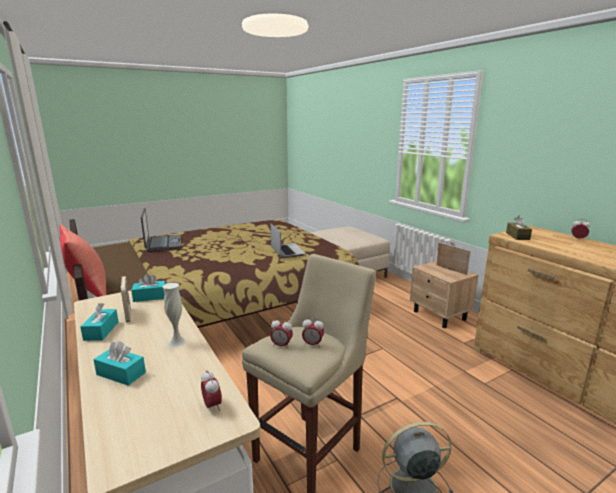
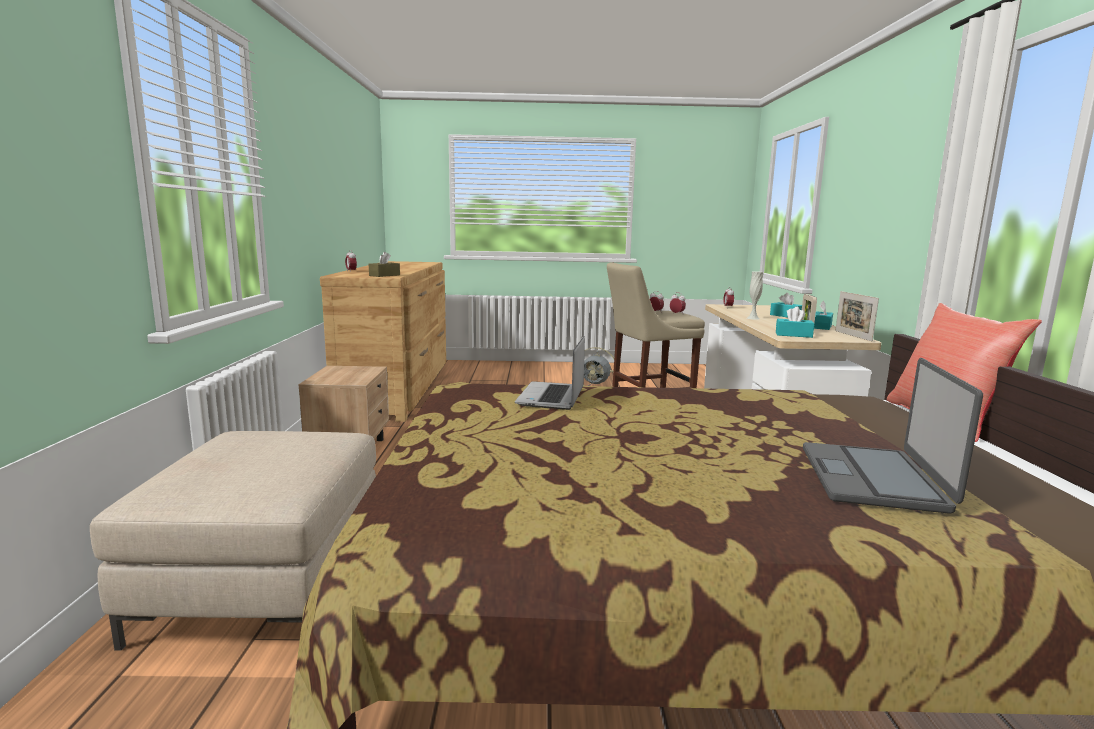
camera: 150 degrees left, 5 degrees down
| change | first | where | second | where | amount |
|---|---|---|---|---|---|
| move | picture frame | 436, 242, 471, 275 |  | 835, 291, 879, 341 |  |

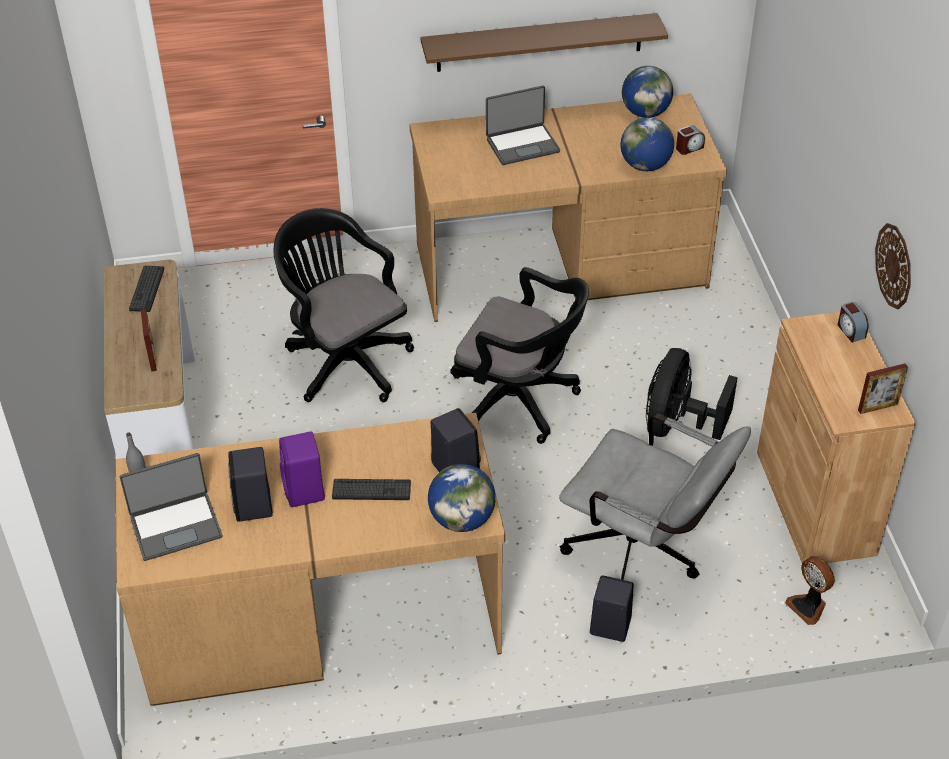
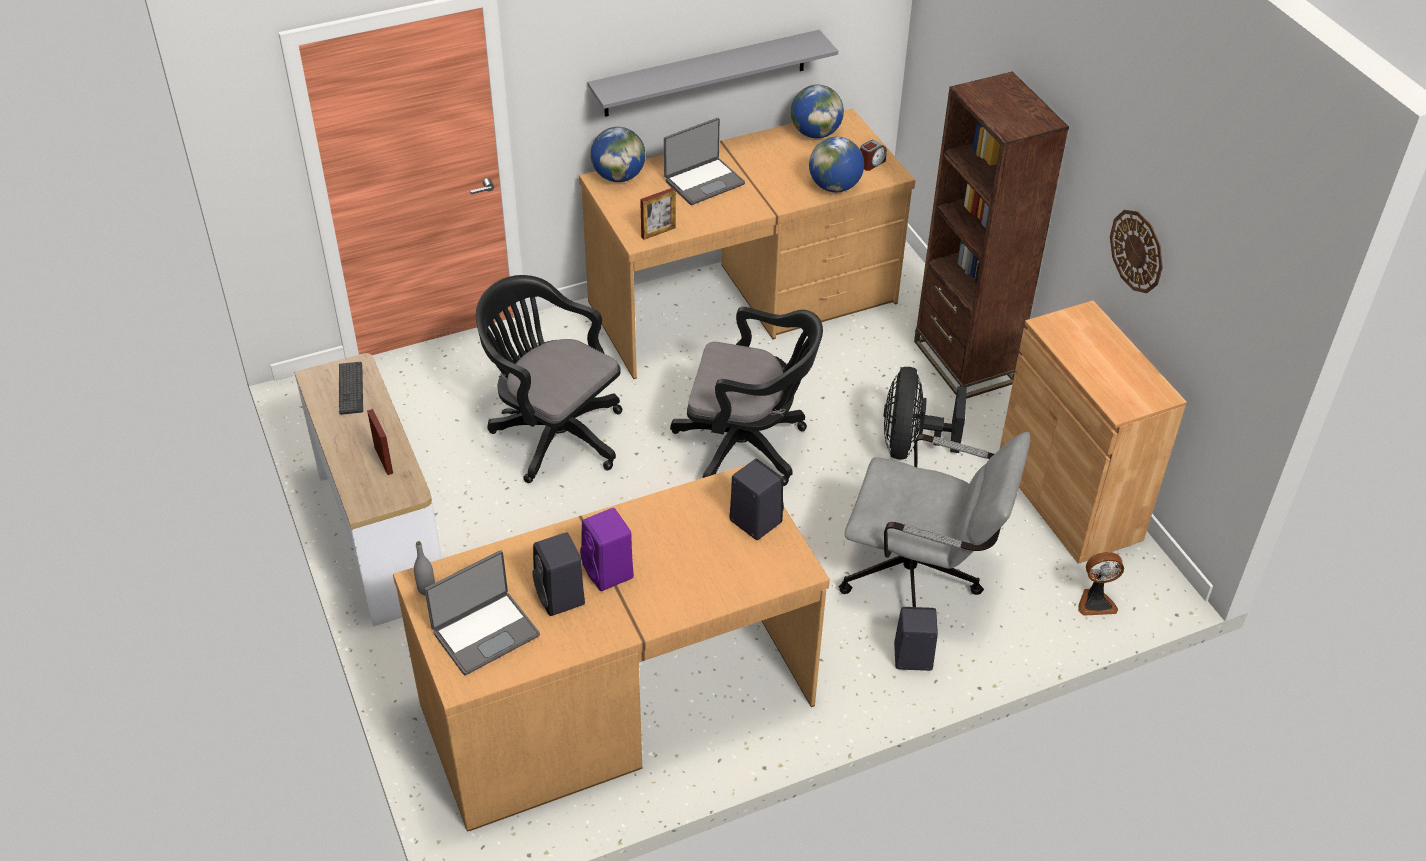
camera: 15 degrees left, 0 degrees up
| change | first | where | second | where | amount |
|---|---|---|---|---|---|
| recolor | shelf (brown) | 420, 13, 668, 72 | shelf (grey) | 588, 30, 838, 117 |  |
| delete | alarm clock | 838, 302, 868, 342 |  |  |  |
| move | picture frame | 858, 364, 908, 414 |  | 640, 188, 676, 240 |  |
| move | globe | 428, 464, 496, 532 |  | 591, 127, 645, 182 |  |
| delete | keyboard | 332, 479, 411, 500 |  |  |  |
| rotate | fan | 785, 556, 835, 625 |  | 1078, 552, 1124, 616 | 45 degrees counterclockwise |
| insert |  |  | bookcase (brown) | 914, 71, 1069, 399 |  |

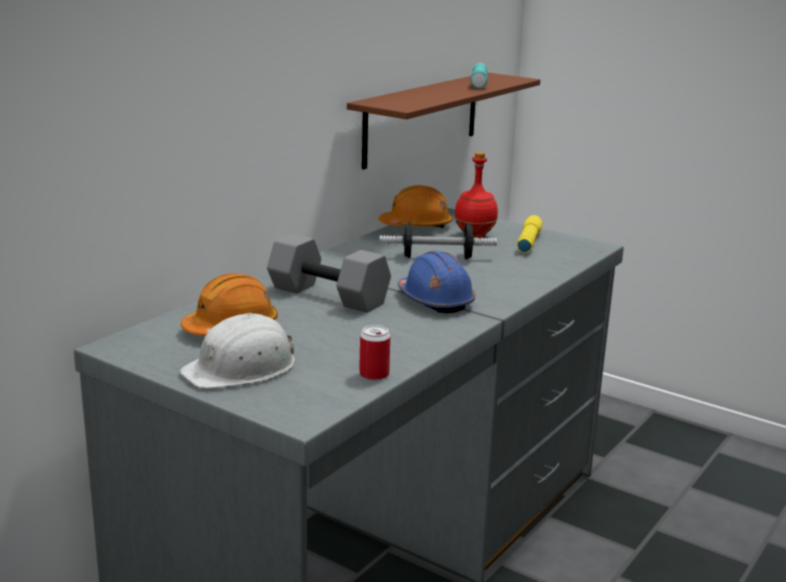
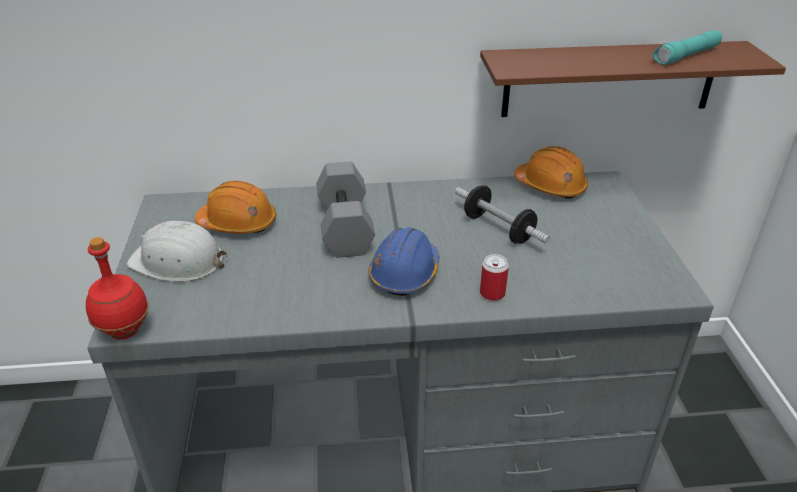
camera: 50 degrees right, 15 degrees up
| change | first | where | second | where | amount |
|---|---|---|---|---|---|
| move | bottle (red) | 454, 152, 498, 239 |  | 86, 237, 149, 339 |  |
| delete | flashlight (yellow) | 517, 215, 543, 253 |  |  |  |
| move | can | 359, 325, 390, 380 |  | 480, 254, 509, 301 |  |

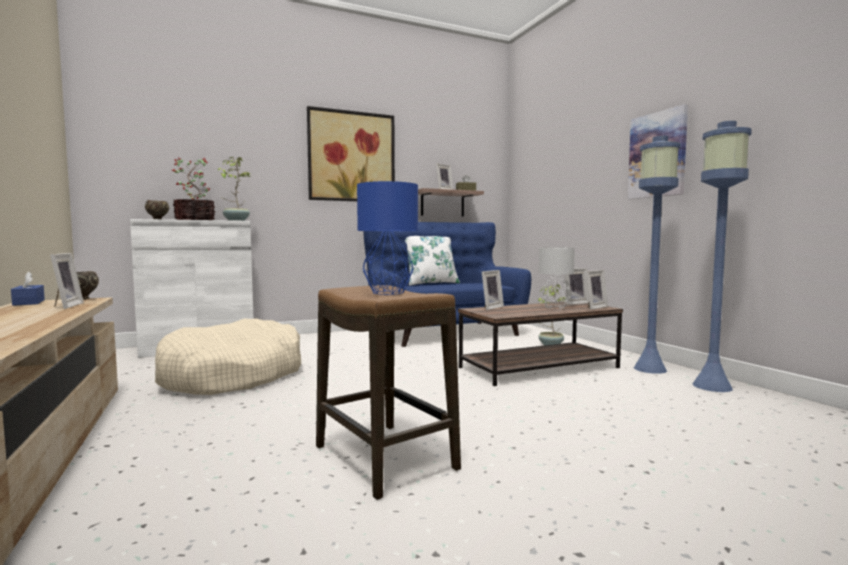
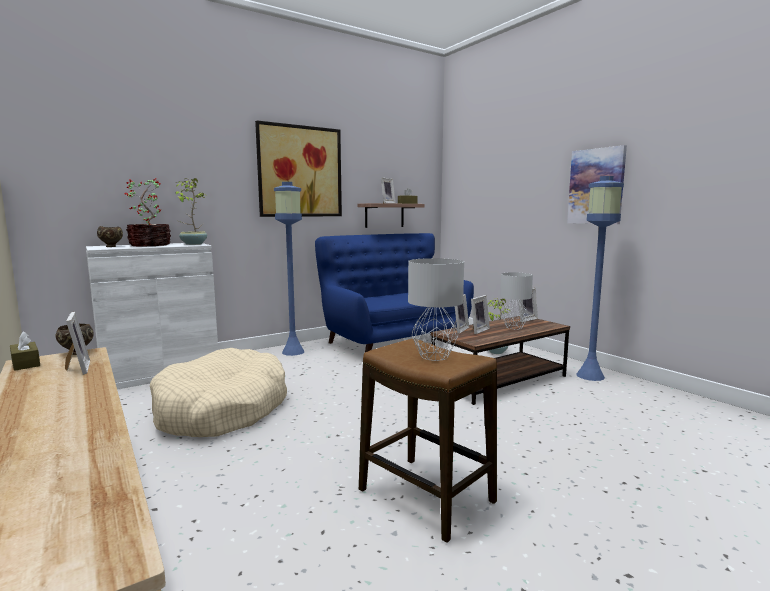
camera: 10 degrees left, 5 degrees up
| change | first | where | second | where | amount |
|---|---|---|---|---|---|
| move | floor lamp (blue) | 692, 121, 752, 392 |  | 274, 182, 305, 356 |  |
| recolor | table lamp (blue) | 357, 181, 418, 295 | table lamp (grey) | 408, 258, 464, 361 |  |
| delete | pillow (white) | 405, 236, 460, 286 |  |  |  |
| move | picture frame | 586, 270, 608, 310 |  | 471, 295, 490, 334 |  |
| recolor | tissue box (blue) | 11, 271, 45, 306 | tissue box (brown) | 10, 331, 40, 371 |  |

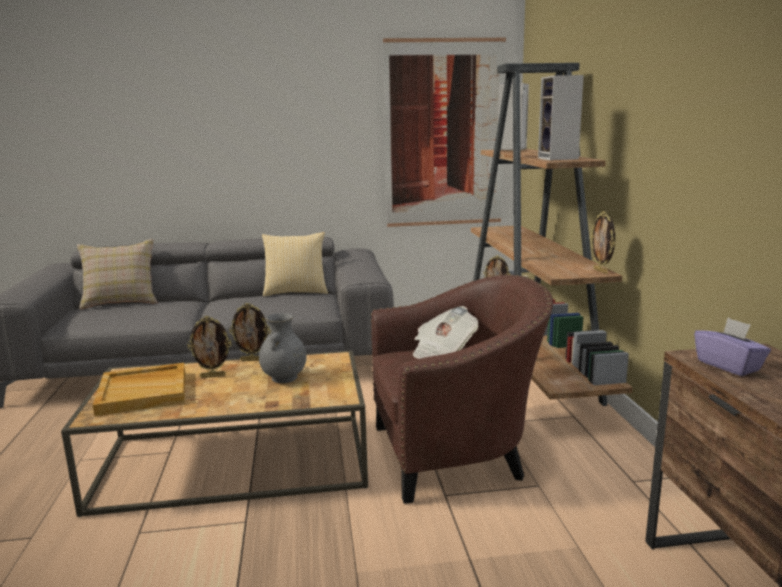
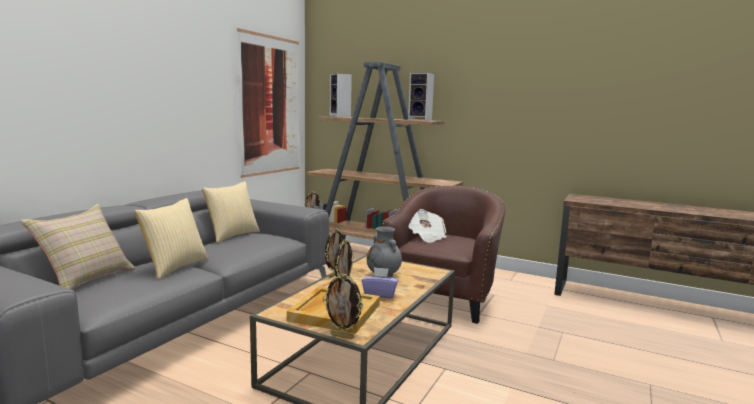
camera: 55 degrees left, 5 degrees down
| change | first | where | second | where | amount |
|---|---|---|---|---|---|
| move | picture frame | 590, 211, 615, 274 |  | 323, 273, 364, 339 |  |
| move | tissue box (purple) | 694, 318, 771, 376 |  | 362, 267, 398, 298 |  |
| insert |  |  | pillow | 134, 198, 208, 280 |  |

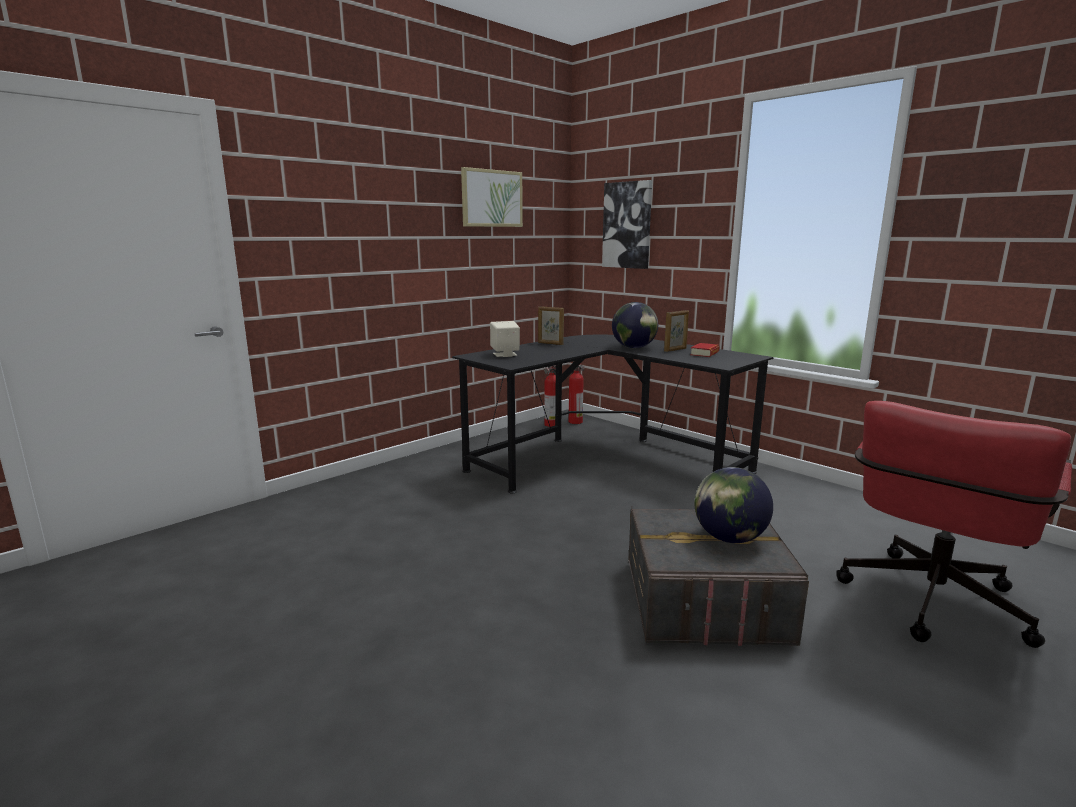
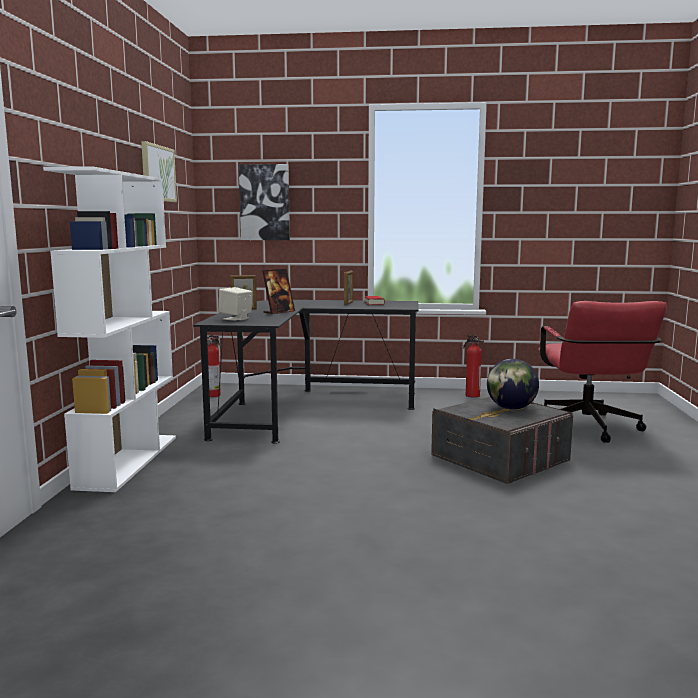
camera: 40 degrees left, 5 degrees down
| change | first | where | second | where | amount |
|---|---|---|---|---|---|
| delete | globe | 612, 302, 658, 348 |  |  |  |
| move | fire extinguisher | 569, 361, 584, 424 |  | 463, 335, 484, 397 |  |
| insert |  |  | bookcase (white) | 43, 166, 176, 492 |  |
| insert |  |  | picture frame | 262, 269, 295, 314 |  |

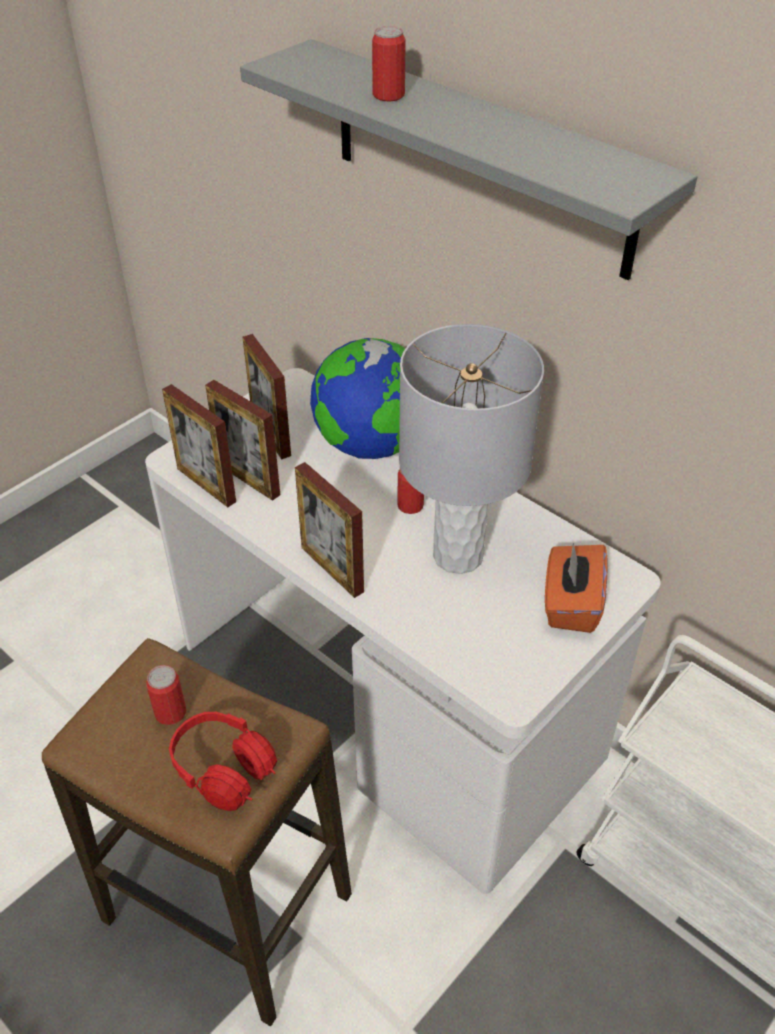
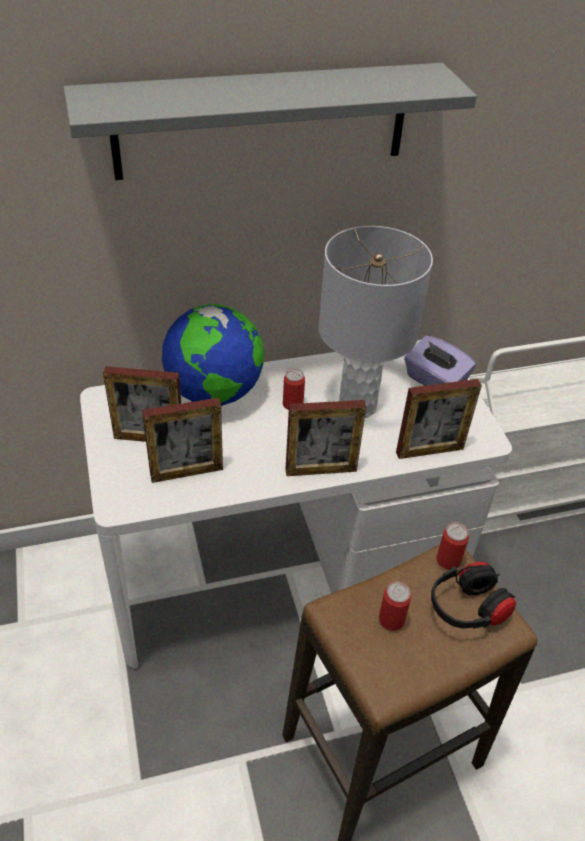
camera: 60 degrees left, 0 degrees up
| change | first | where | second | where | amount |
|---|---|---|---|---|---|
| move | can | 372, 26, 406, 101 |  | 436, 523, 469, 570 |  |
| move | picture frame | 162, 384, 236, 507 |  | 396, 379, 482, 459 |  |
| recolor | tissue box (orange) | 545, 543, 607, 633 | tissue box (purple) | 404, 335, 476, 386 |  |
| recolor | headphones (red) | 169, 712, 277, 811 | headphones (black) | 431, 562, 516, 629 |  |

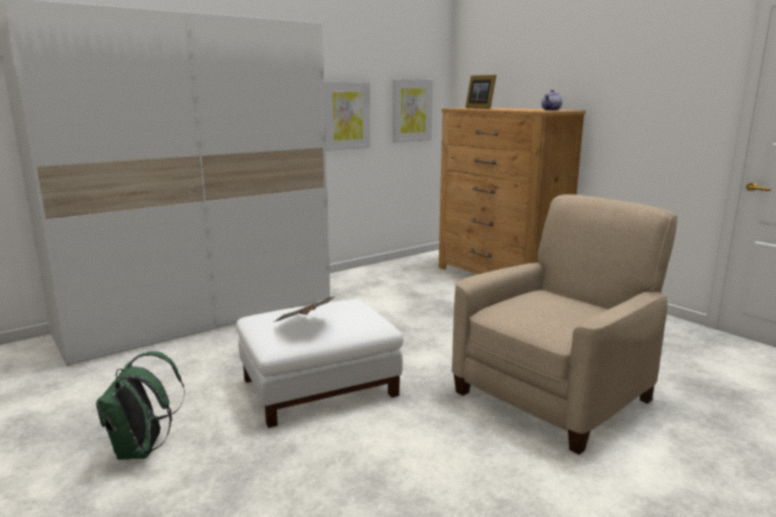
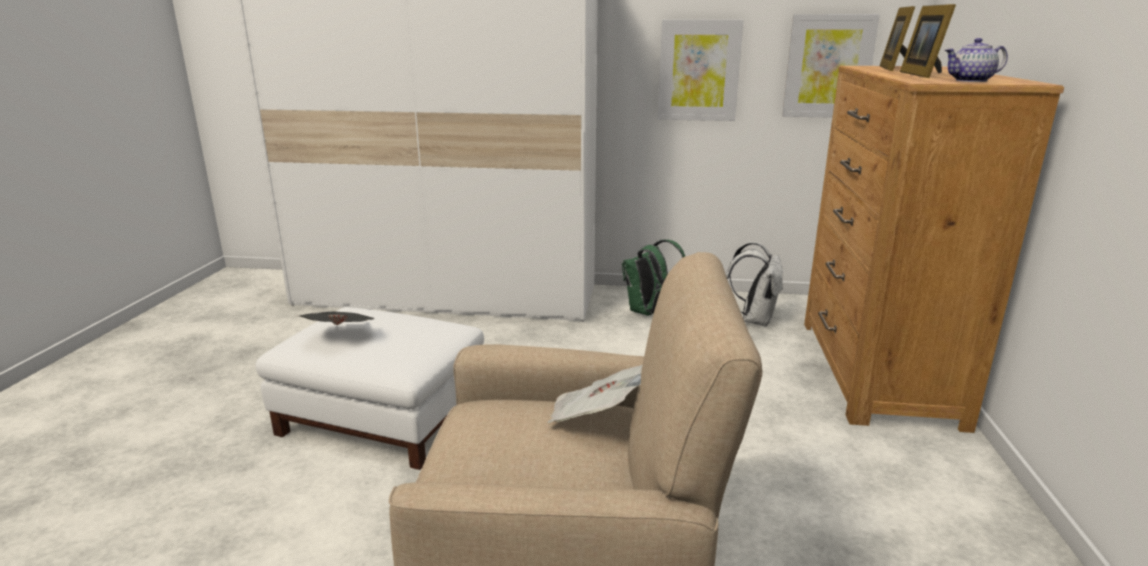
camera: 45 degrees right, 5 degrees up
| change | first | where | second | where | amount |
|---|---|---|---|---|---|
| move | backpack (green) | 96, 351, 185, 460 |  | 622, 240, 685, 316 |  |
| insert |  |  | picture frame | 900, 4, 956, 78 |  |
| insert |  |  | backpack (white) | 726, 242, 783, 327 |  |
| insert |  |  | newspaper | 547, 365, 642, 423 |  |

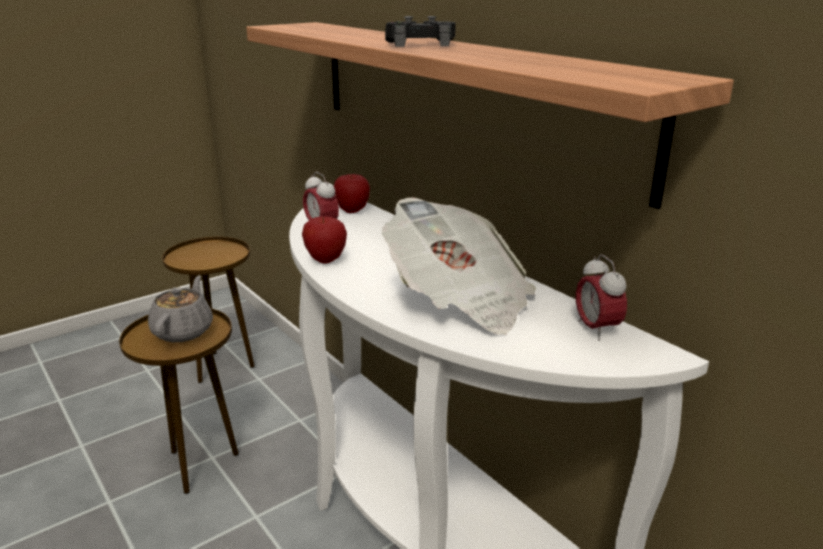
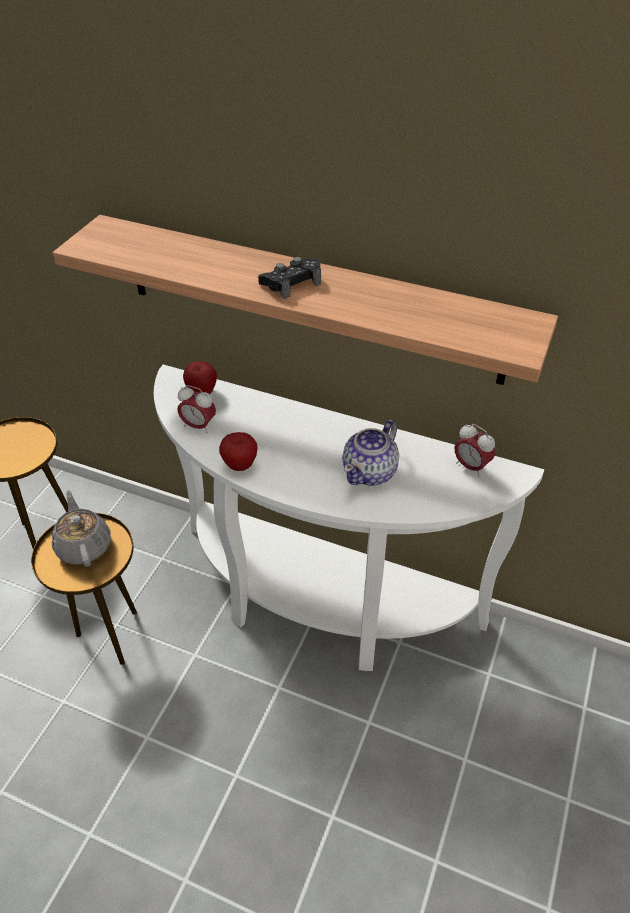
camera: 30 degrees left, 20 degrees up
| change | first | where | second | where | amount |
|---|---|---|---|---|---|
| replace | newspaper | 382, 197, 536, 335 | teapot | 342, 420, 399, 486 |  |

